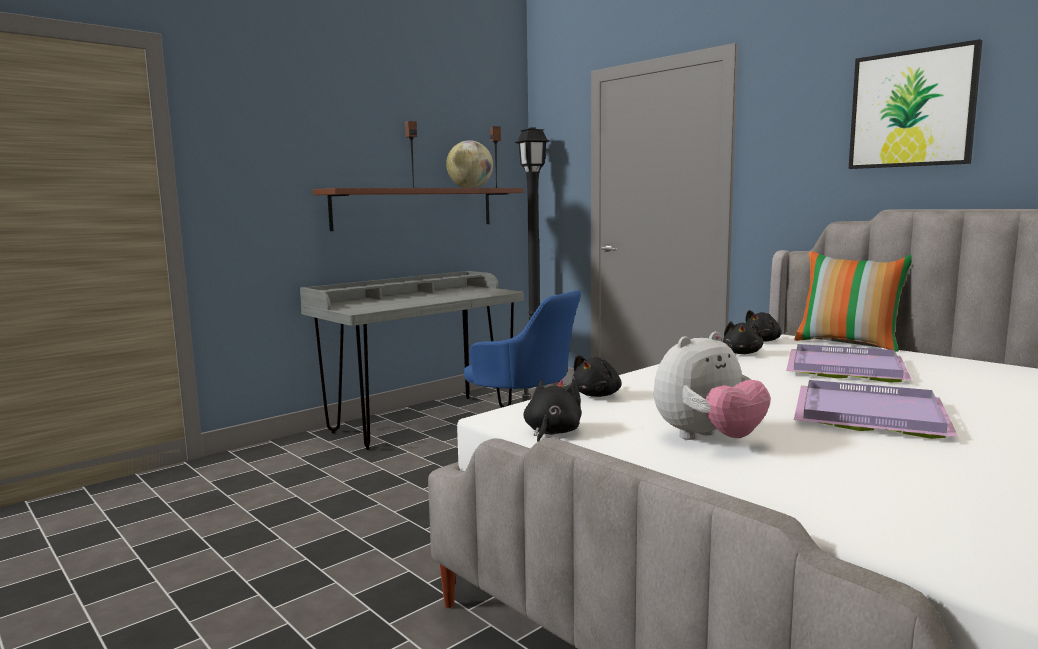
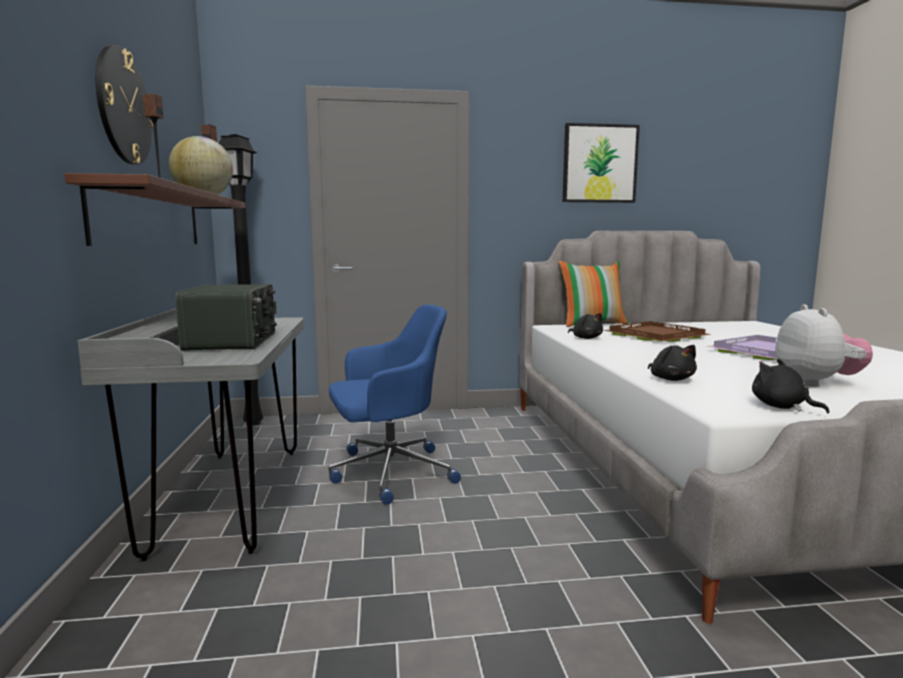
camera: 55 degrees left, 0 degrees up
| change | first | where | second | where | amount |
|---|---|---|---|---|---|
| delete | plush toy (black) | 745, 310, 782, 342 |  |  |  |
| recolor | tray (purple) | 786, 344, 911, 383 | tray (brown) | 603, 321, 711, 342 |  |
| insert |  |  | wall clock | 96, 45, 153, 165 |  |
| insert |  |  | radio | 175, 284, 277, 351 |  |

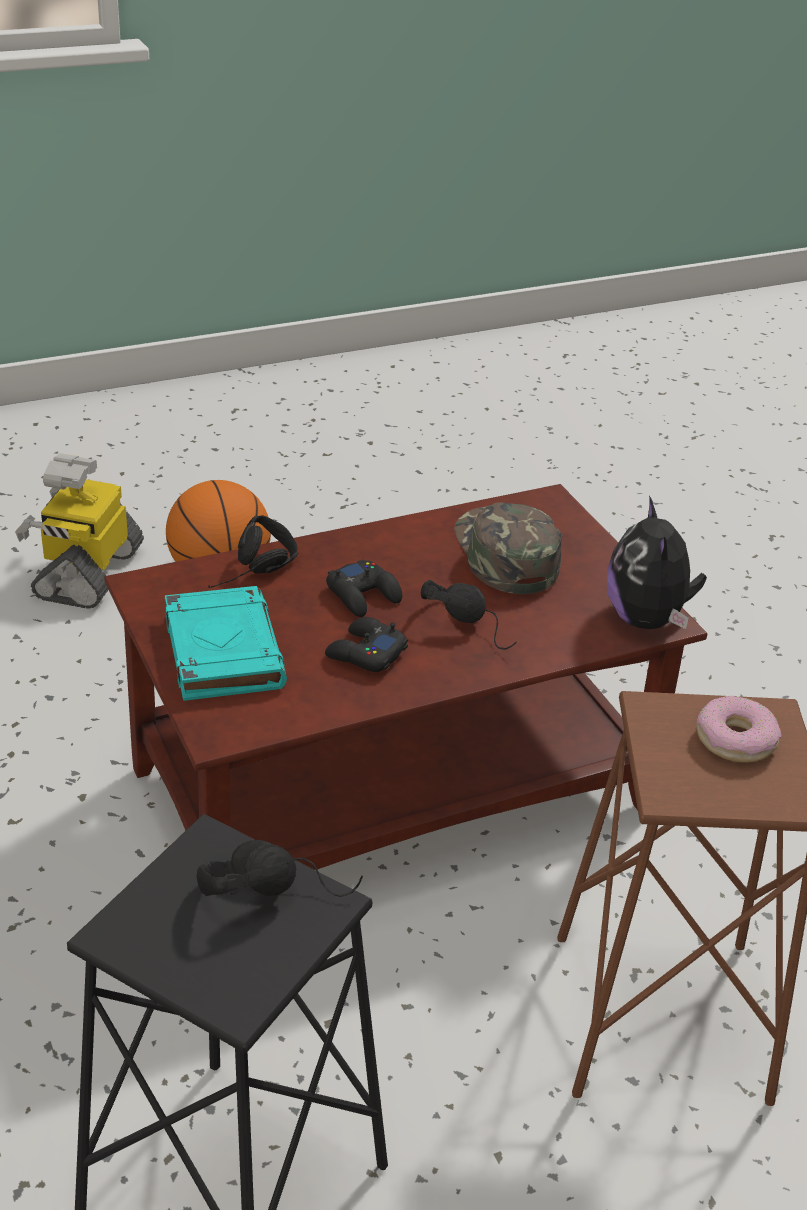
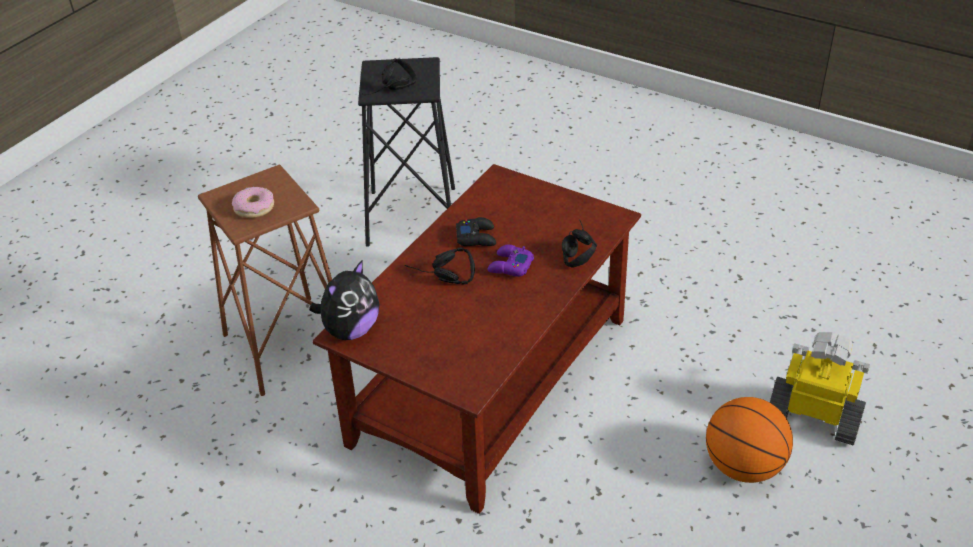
camera: 150 degrees right, 5 degrees up
| change | first | where | second | where | amount |
|---|---|---|---|---|---|
| rotate | toy robot | 15, 453, 144, 608 |  | 770, 332, 870, 445 | 45 degrees counterclockwise |
| rotate | plush toy | 607, 496, 707, 629 |  | 309, 259, 380, 340 | 75 degrees clockwise |
| delete | cap (green) | 454, 502, 563, 594 |  |  |  |
| recolor | game controller (black) | 326, 559, 402, 617 | game controller (purple) | 487, 245, 534, 277 |  |
| delete | book (turquoise) | 165, 586, 287, 701 |  |  |  |

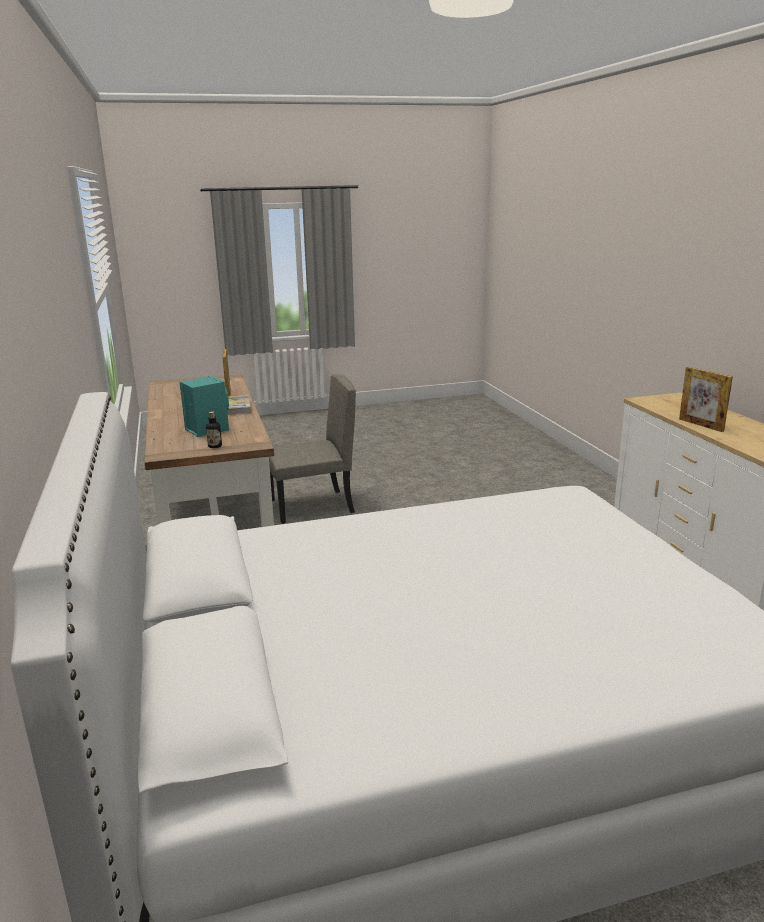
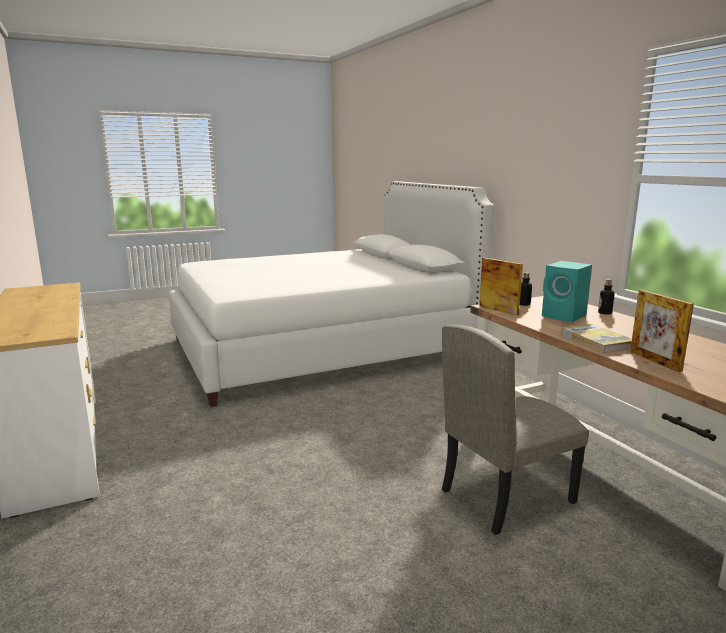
camera: 170 degrees right, 5 degrees down
| change | first | where | second | where | amount |
|---|---|---|---|---|---|
| move | picture frame | 679, 367, 733, 432 |  | 480, 258, 523, 315 |  |
| insert |  |  | bottle | 598, 279, 615, 314 |  |

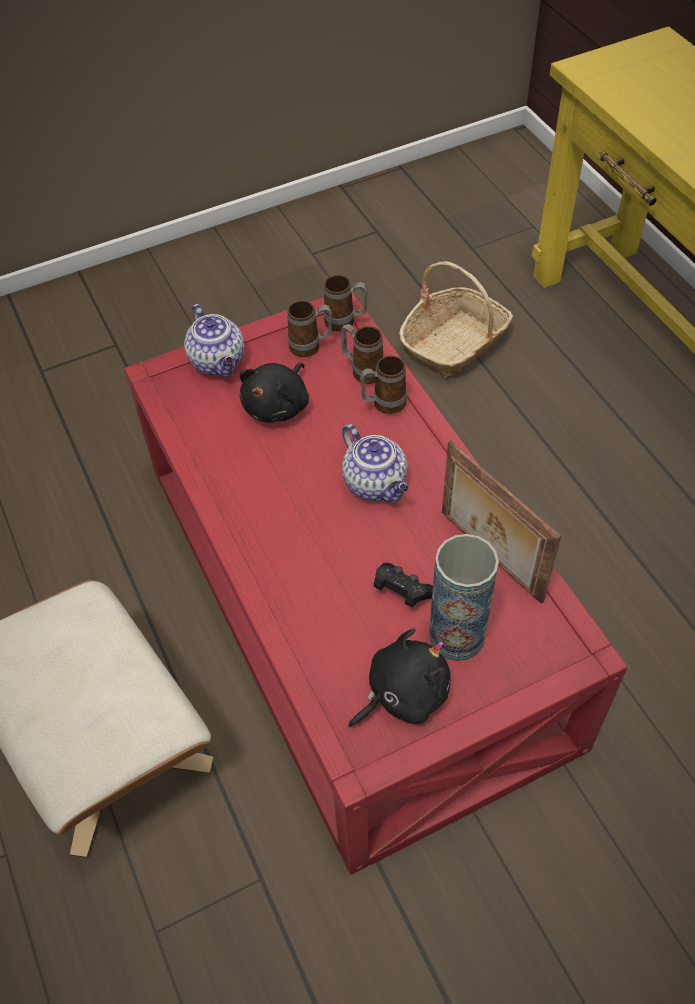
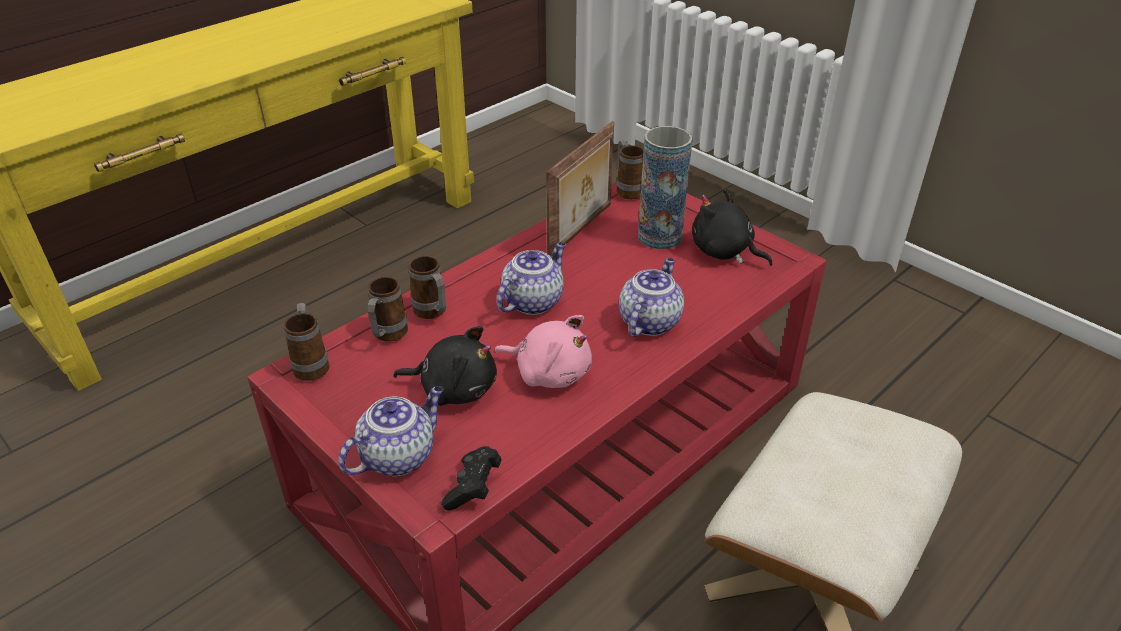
camera: 110 degrees left, 15 degrees down
| change | first | where | second | where | amount |
|---|---|---|---|---|---|
| delete | basket | 399, 261, 513, 379 |  |  |  |
| move | mug | 287, 300, 332, 357 |  | 616, 140, 644, 199 |  |
| move | game controller (black) | 374, 563, 433, 608 |  | 442, 446, 502, 510 |  |
| insert |  |  | teapot | 619, 258, 684, 337 |  |
| insert |  |  | plush toy (pink) | 494, 315, 592, 388 |  |

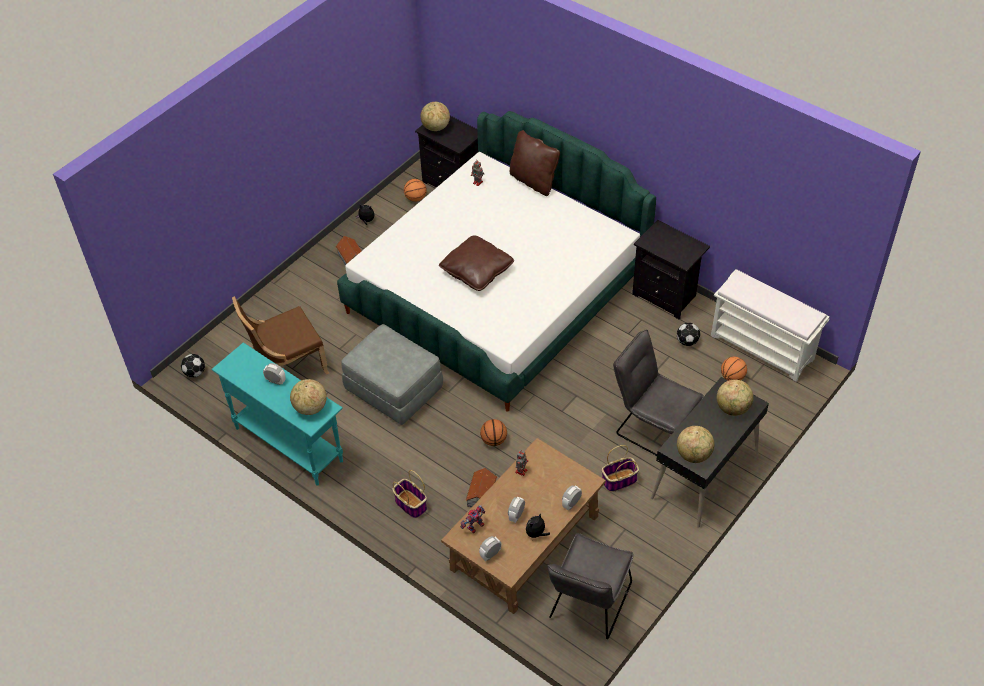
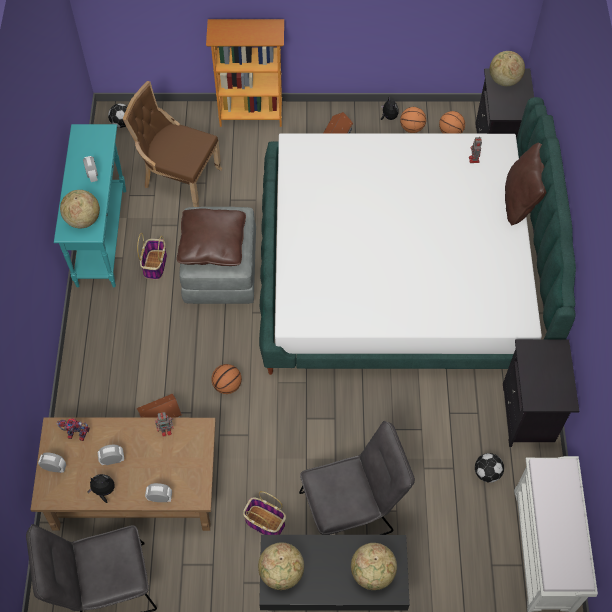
camera: 50 degrees right, 10 degrees up
| change | first | where | second | where | amount |
|---|---|---|---|---|---|
| move | pillow (brown) | 439, 235, 514, 291 |  | 177, 209, 246, 266 |  |
| rotate | chair (grey) | 613, 330, 704, 456 |  | 299, 421, 415, 535 | 75 degrees clockwise |
| move | basketball | 721, 357, 747, 381 |  | 400, 107, 426, 133 |  |
| move | basket | 392, 470, 427, 518 |  | 137, 233, 167, 280 |  |
| insert |  |  | bookcase | 206, 19, 284, 127 |  |

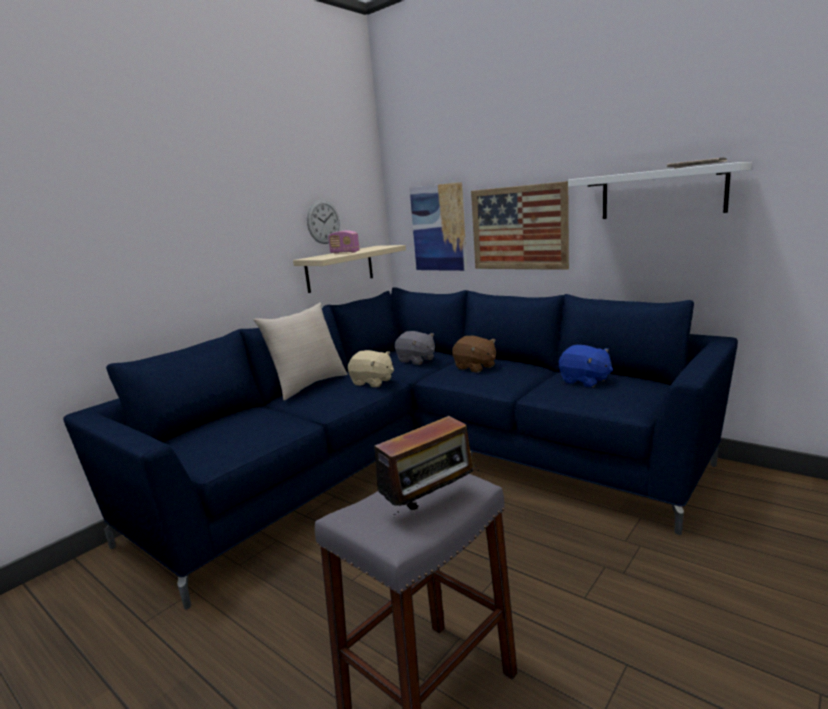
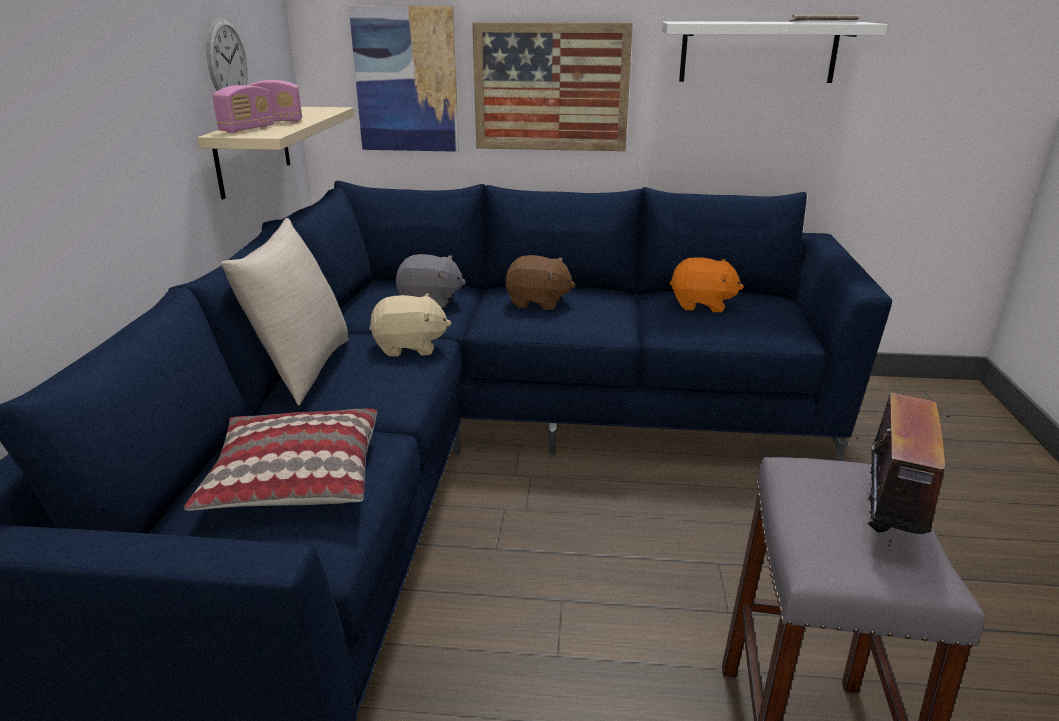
camera: 35 degrees left, 10 degrees up
| change | first | where | second | where | amount |
|---|---|---|---|---|---|
| recolor | plush toy (blue) | 559, 345, 613, 387 | plush toy (orange) | 670, 257, 744, 312 |  |
| insert |  |  | radio | 212, 85, 274, 133 |  |
| insert |  |  | pillow | 184, 409, 377, 511 |  |

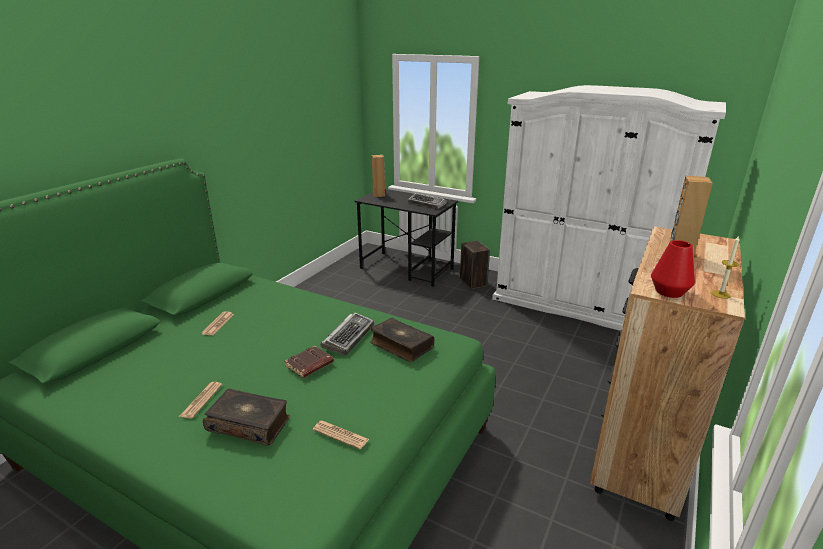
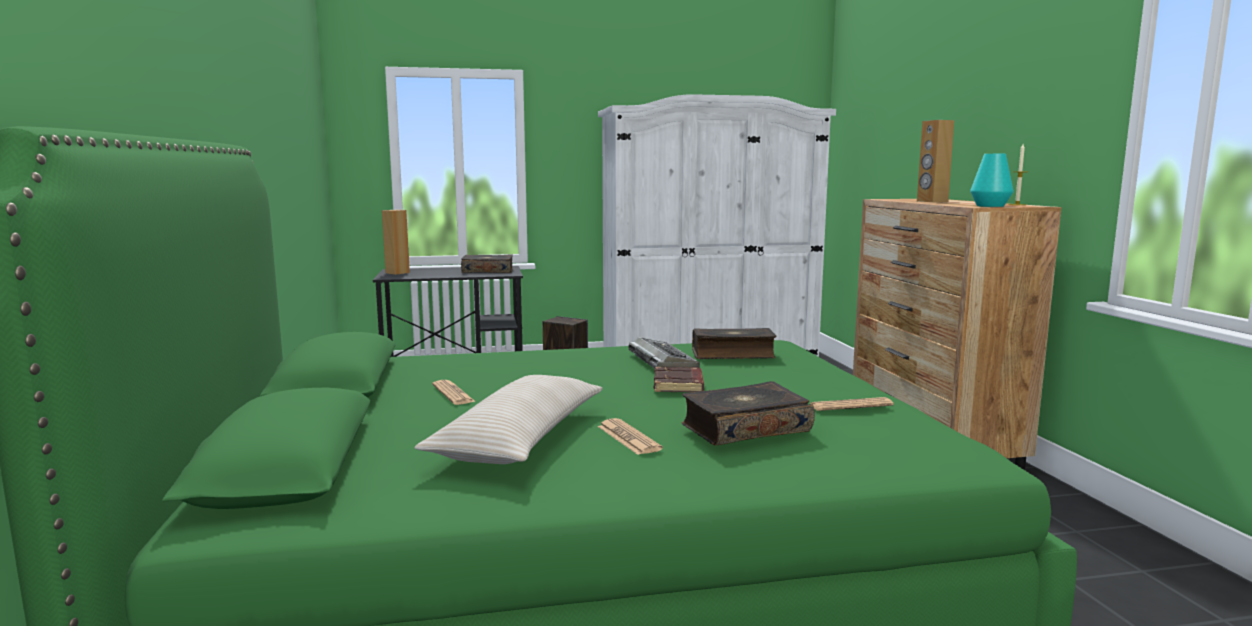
camera: 40 degrees left, 15 degrees down
| change | first | where | second | where | amount |
|---|---|---|---|---|---|
| replace | keyboard | 408, 193, 447, 209 | book | 461, 254, 513, 273 |  |
| recolor | vase (red) | 651, 240, 695, 298 | vase (turquoise) | 970, 154, 1013, 207 |  |
| insert |  |  | pillow (beige) | 415, 375, 603, 464 |  |

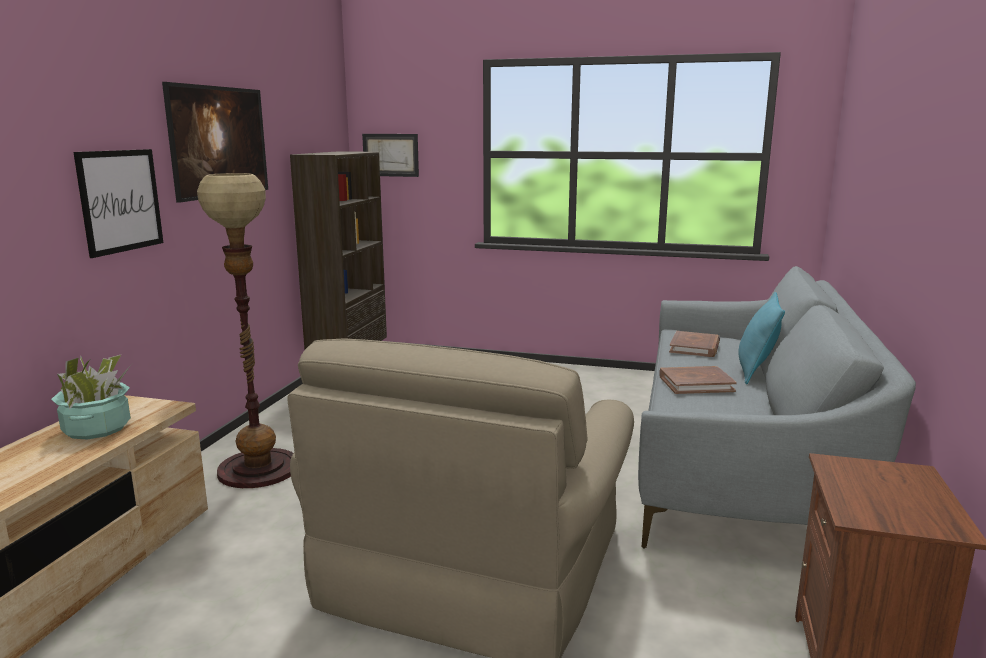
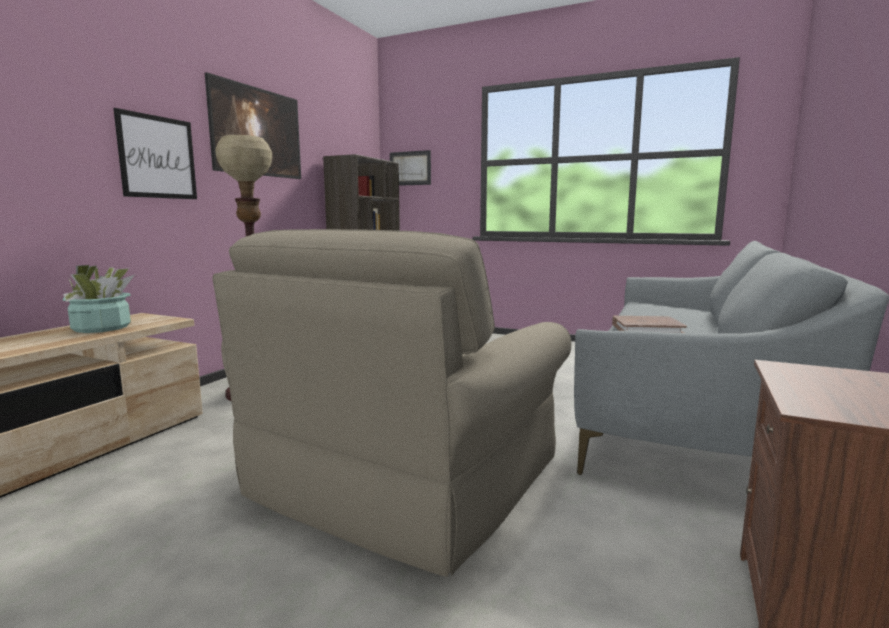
camera: 10 degrees right, 5 degrees down
| change | first | where | second | where | amount |
|---|---|---|---|---|---|
| delete | pillow (turquoise) | 738, 292, 785, 384 |  |  |  |
| delete | book (brown) | 669, 331, 720, 357 |  |  |  |

